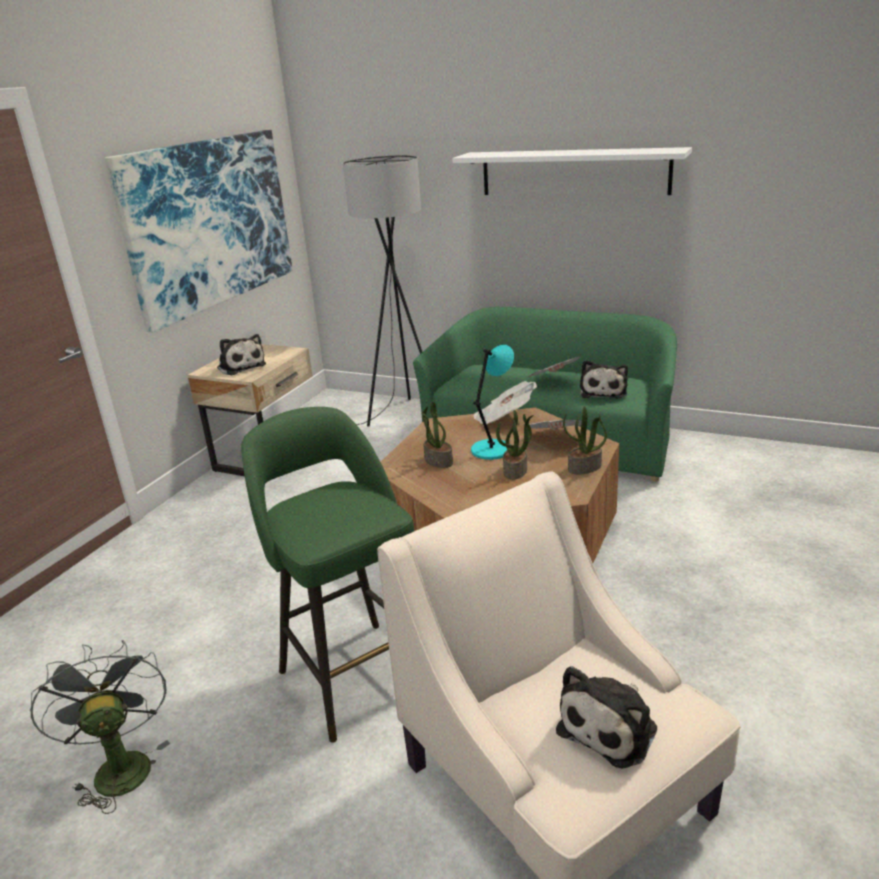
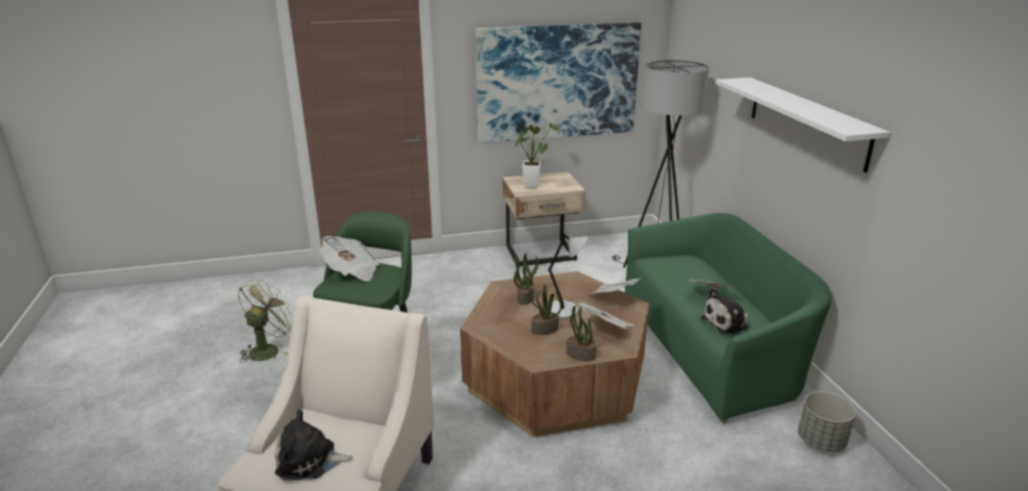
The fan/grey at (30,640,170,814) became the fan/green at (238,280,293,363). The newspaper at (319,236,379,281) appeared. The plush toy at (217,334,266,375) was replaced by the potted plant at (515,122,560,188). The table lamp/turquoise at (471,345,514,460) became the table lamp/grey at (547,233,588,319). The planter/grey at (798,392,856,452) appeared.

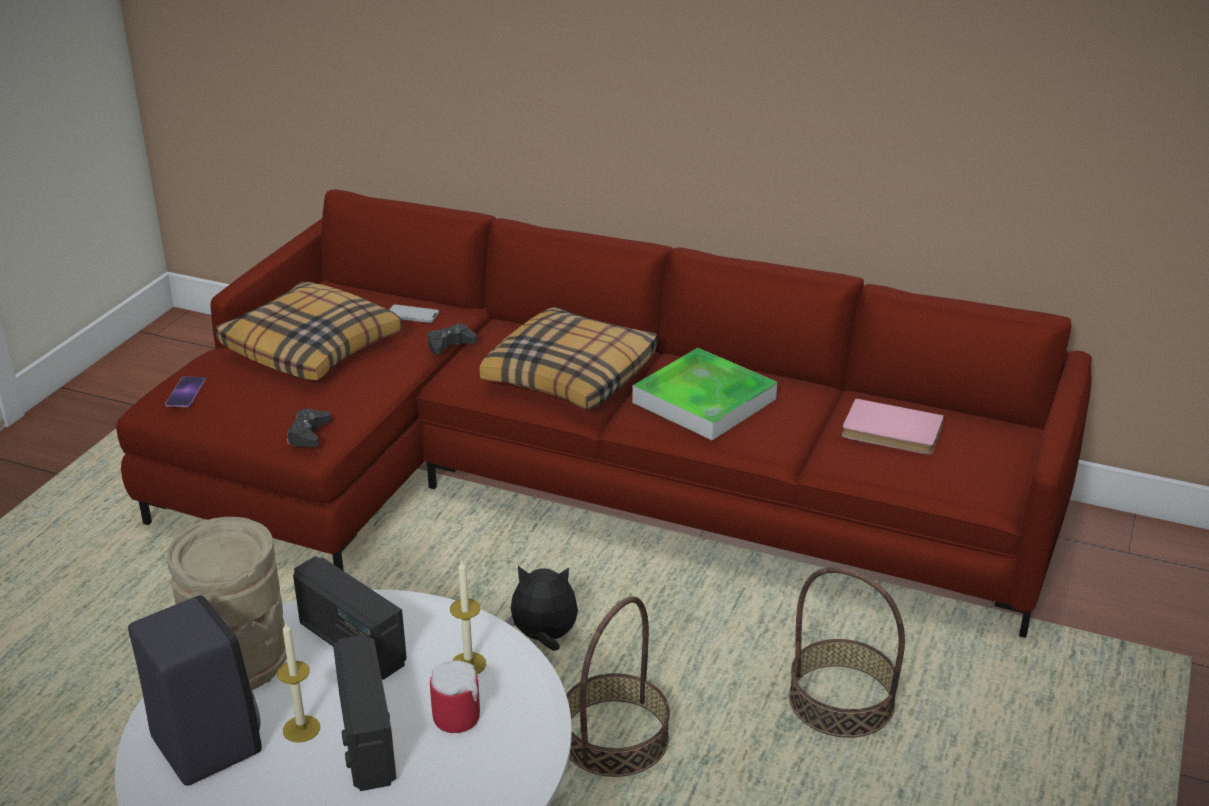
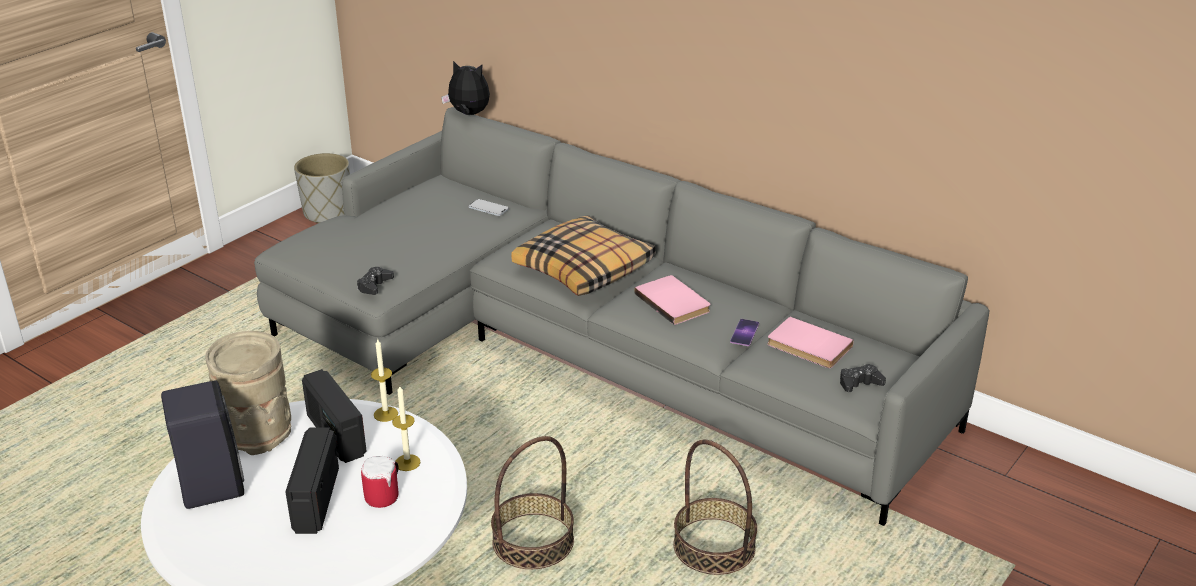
The sofa/red at (116,190,1092,638) became the sofa/grey at (254,107,989,526). The planter/grey at (294,153,350,223) appeared. The candle moved from (277,621,320,743) to (371,339,398,422). The plush toy moved from (505,566,578,651) to (441,61,490,115). The tray at (632,348,777,440) was replaced by the book/pink at (634,275,710,325). The phone moved from (165,376,206,407) to (730,319,759,346). The game controller/black moved from (428,323,477,354) to (840,364,886,392). The pillow at (216,282,402,380) disappeared.

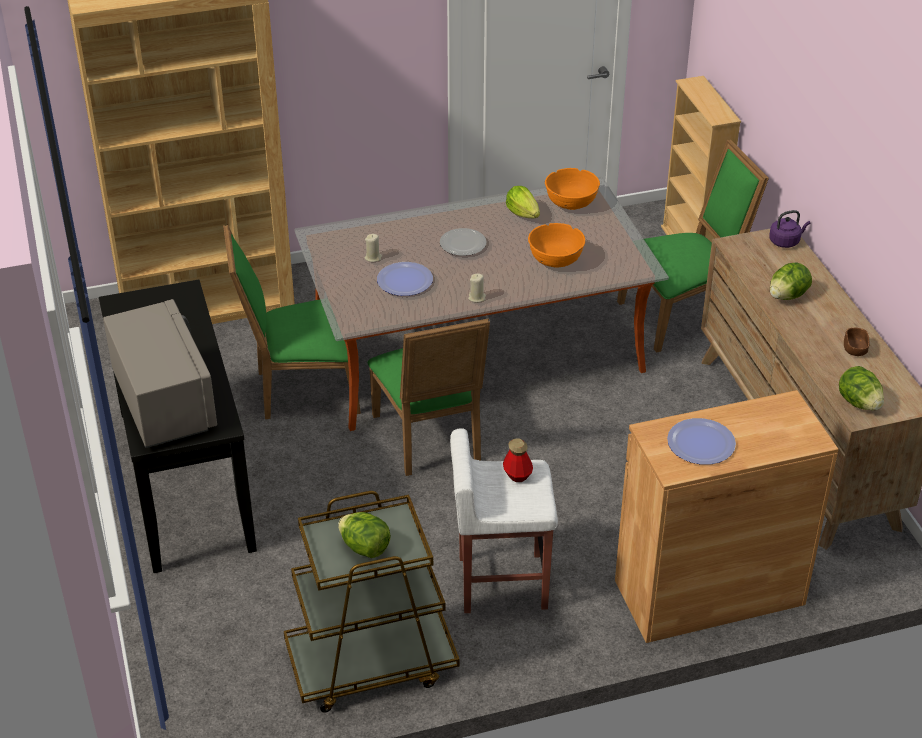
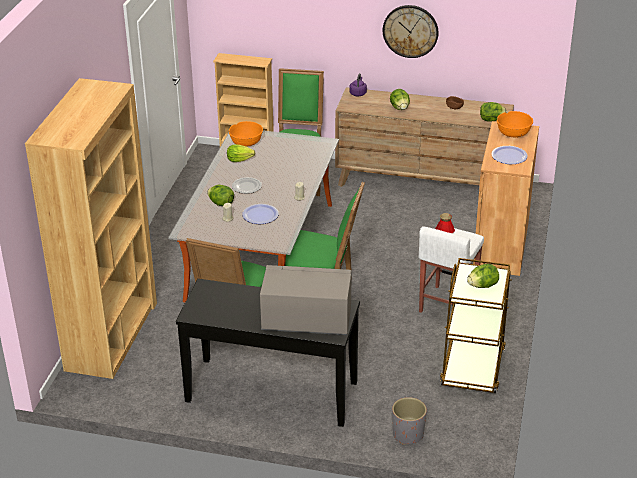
The lettuce at (207,185,234,206) appeared. The wall clock at (382,5,439,58) appeared. The planter/grey at (392,397,427,445) appeared. The bowl/orange moved from (528,223,585,267) to (497,111,533,138).

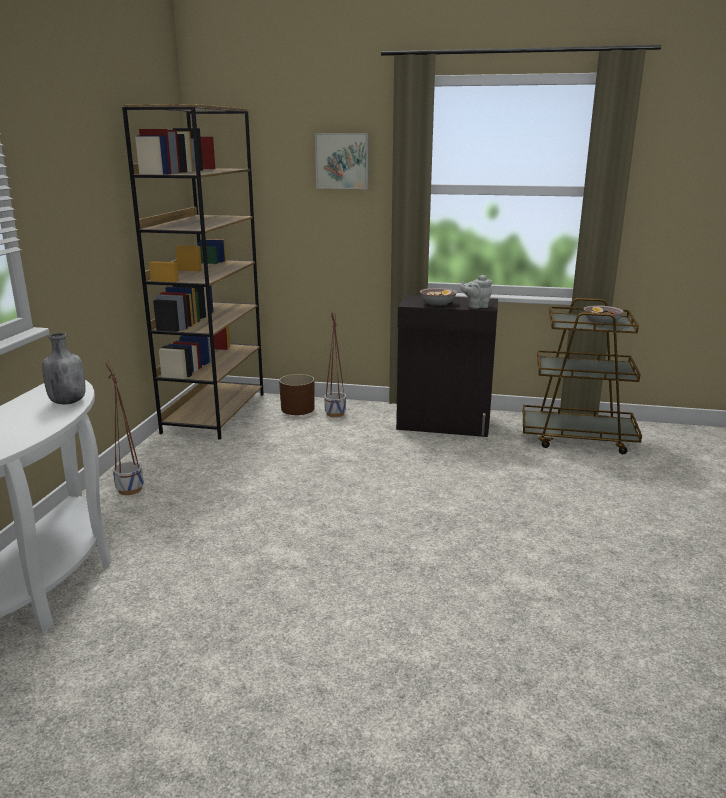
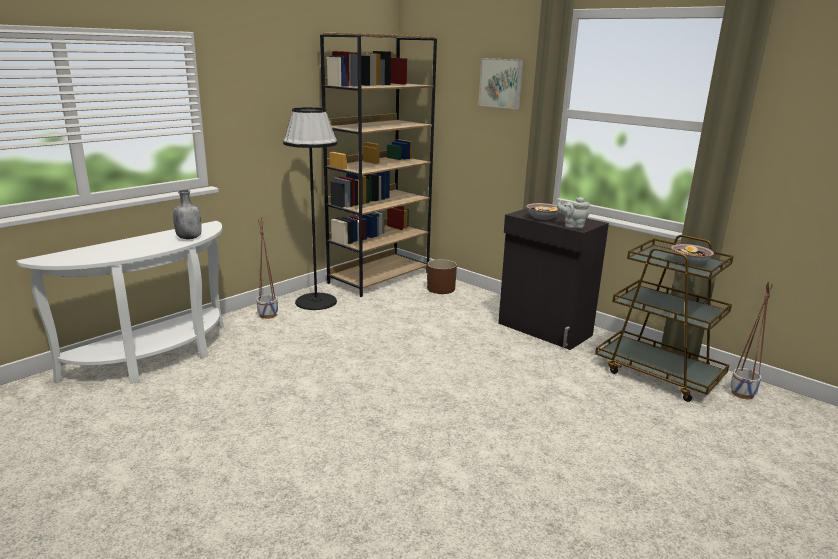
The floor lamp/black at (283,107,337,310) appeared. The planter moved from (324,313,346,417) to (730,282,773,399).

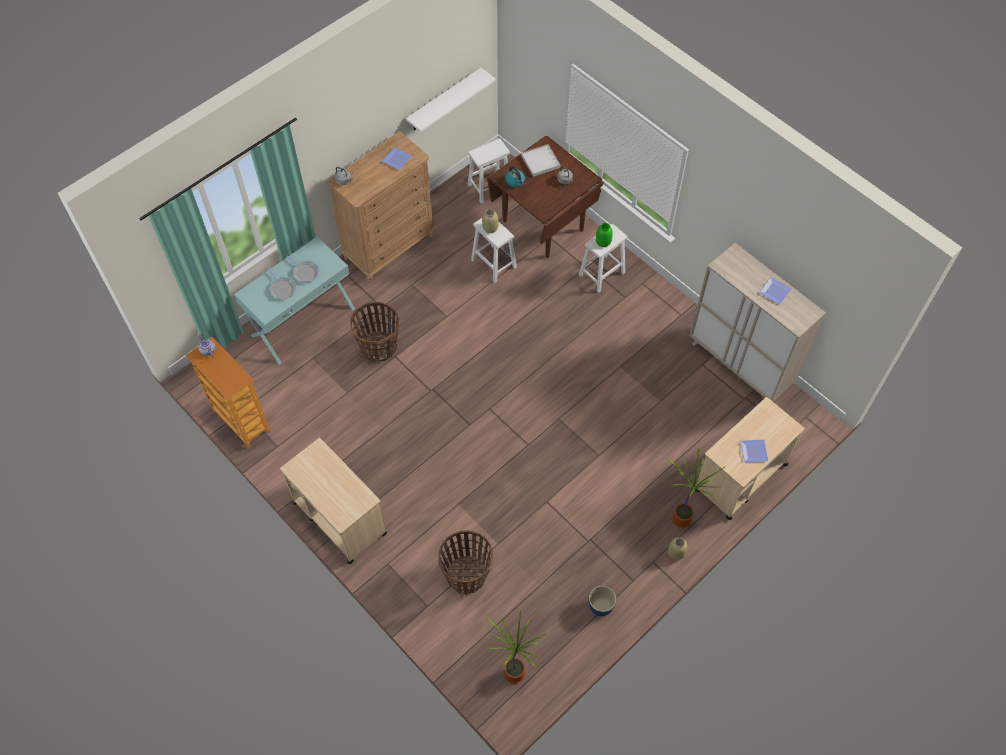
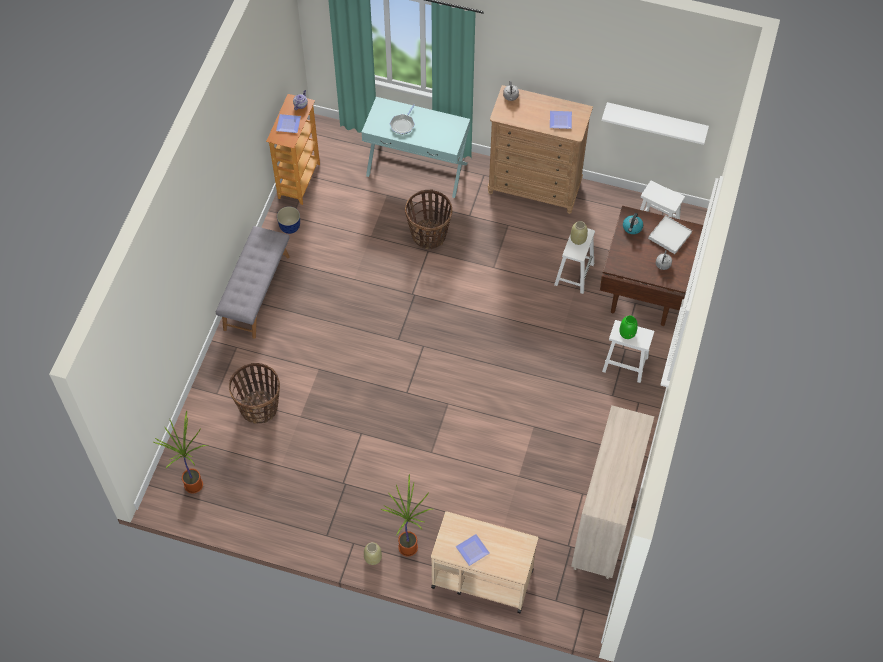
The cart/beige at (280,438,387,564) was replaced by the bench/grey at (216,226,290,339). The plate moved from (759,277,792,304) to (276,114,301,133). The planter moved from (589,586,616,616) to (277,206,300,234). The frying pan at (287,255,319,282) disappeared.

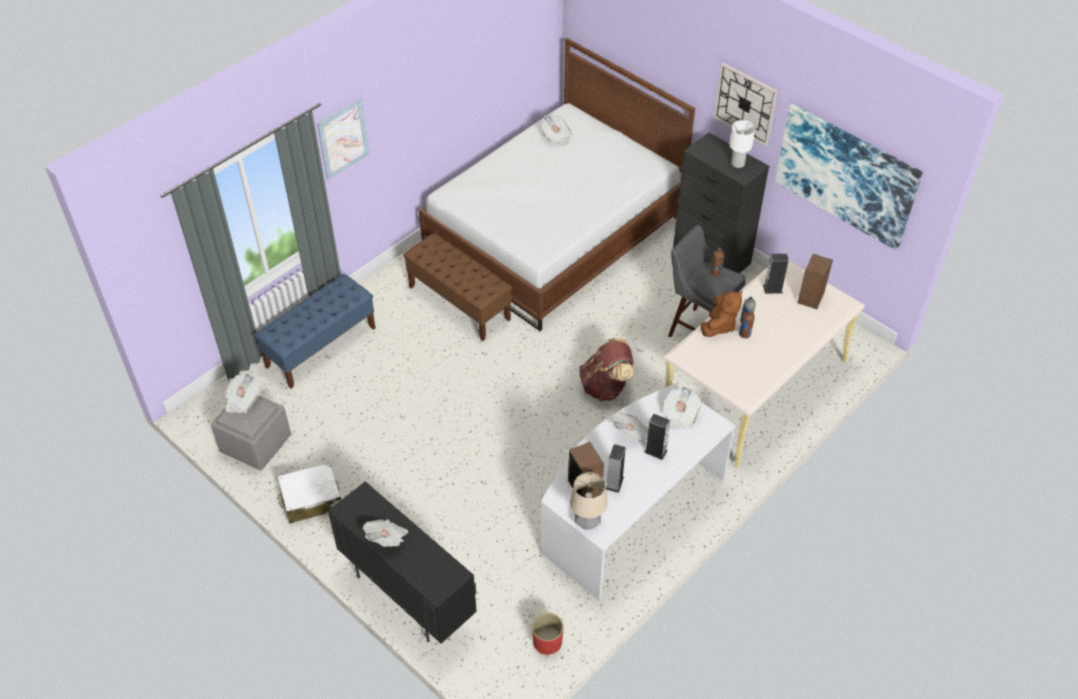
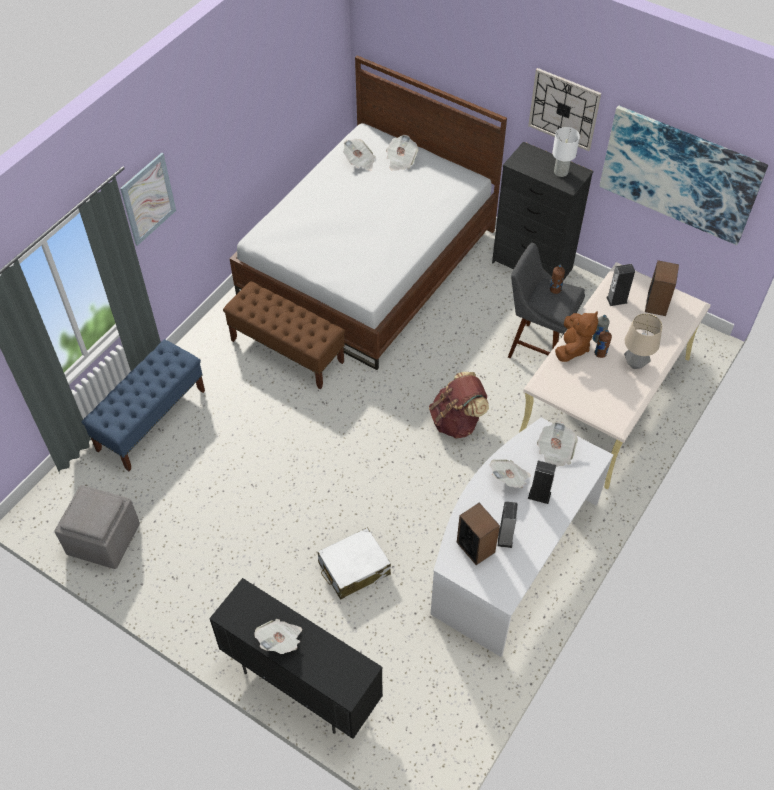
The suitcase/white moved from (277,462,341,524) to (318,528,391,599). The newspaper moved from (225,373,260,413) to (386,135,418,171). The table lamp moved from (570,472,607,530) to (624,313,662,369). The planter/red at (532,612,564,655) disappeared.

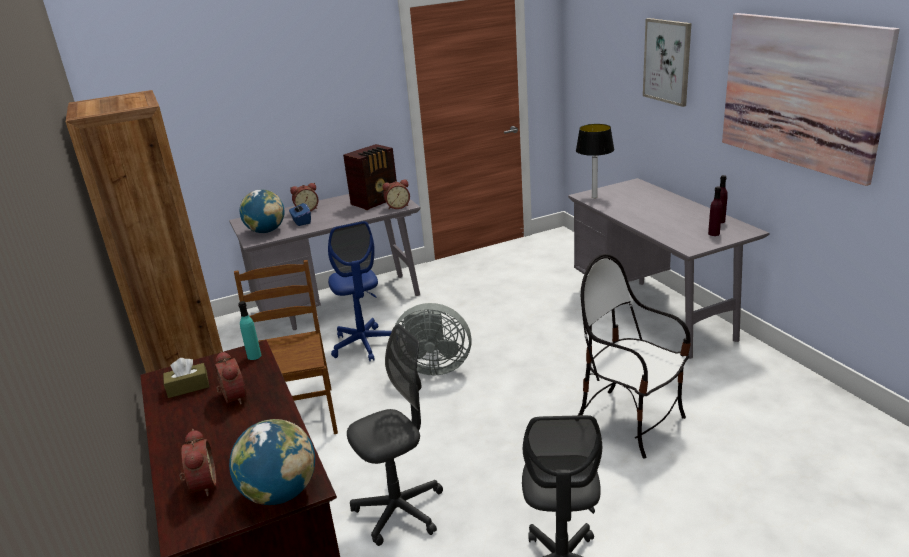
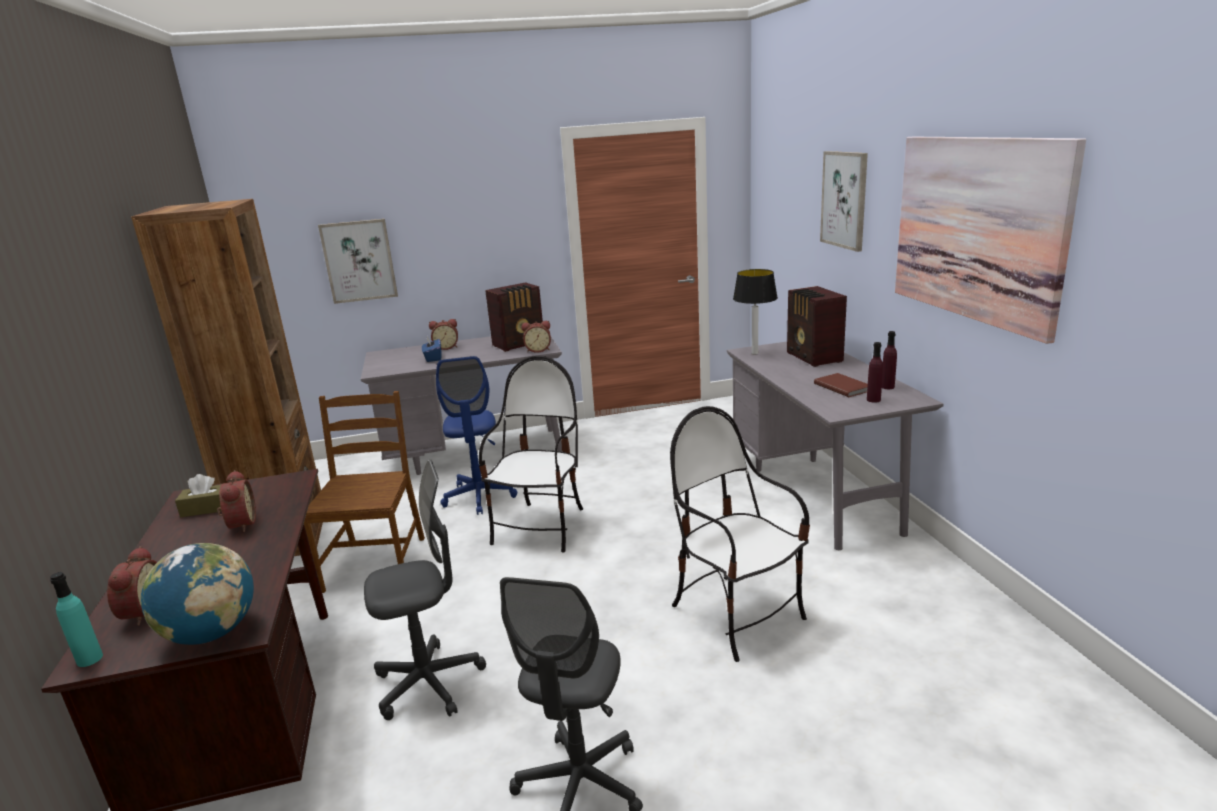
The bottle/turquoise moved from (238,301,261,360) to (50,572,103,667). The picture at (318,219,398,304) appeared. The fan/grey at (395,303,471,376) was replaced by the chair at (479,356,583,553). The radio at (787,286,847,367) appeared. The book/brown at (814,373,868,397) appeared. The globe at (240,189,285,233) disappeared.

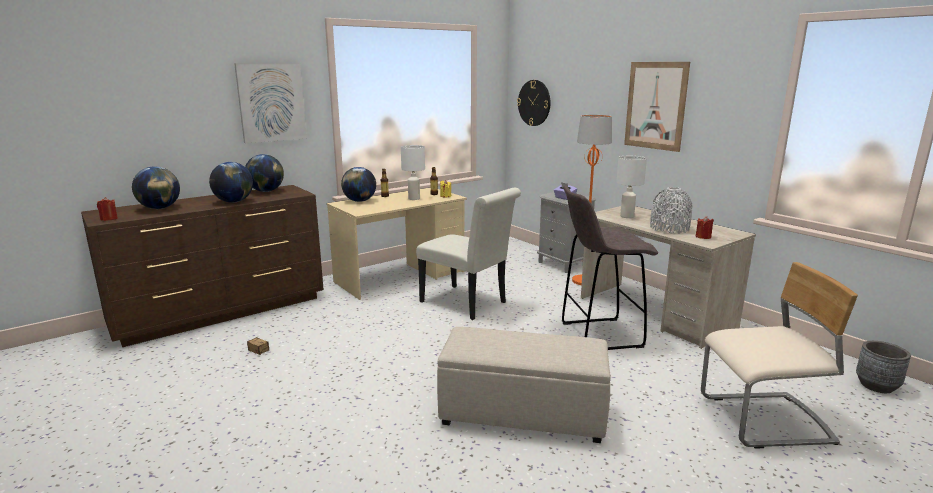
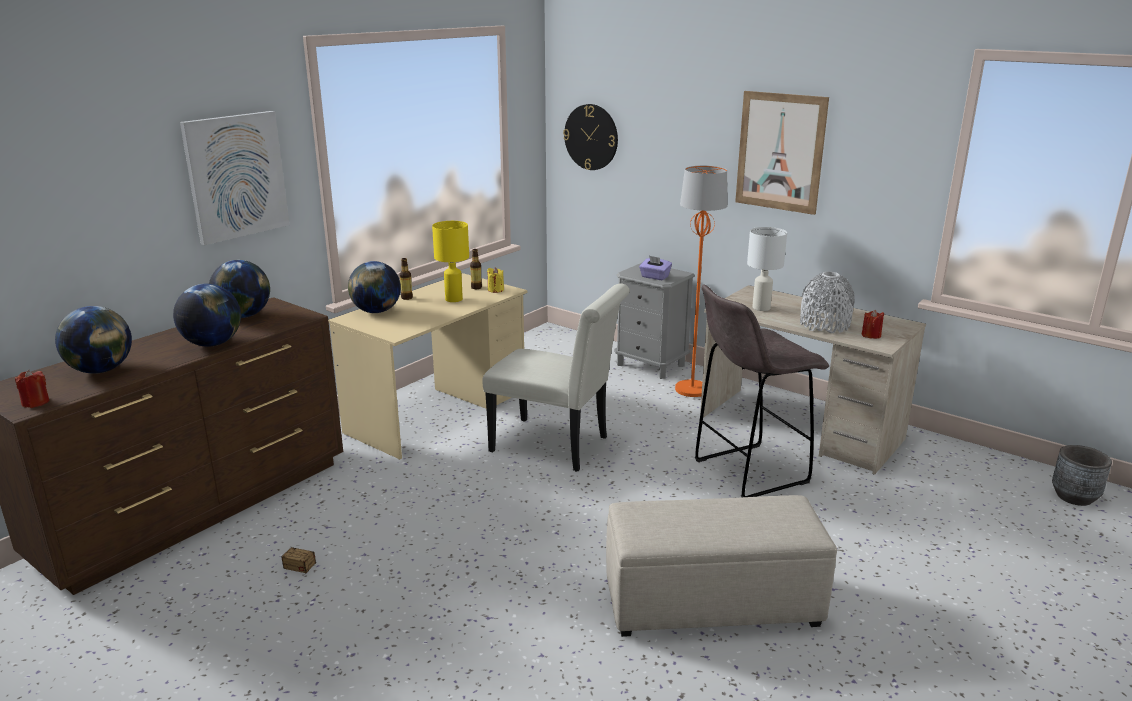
The table lamp/white at (401,145,425,200) became the table lamp/yellow at (432,221,469,302). The chair/beige at (701,262,858,449) disappeared.

